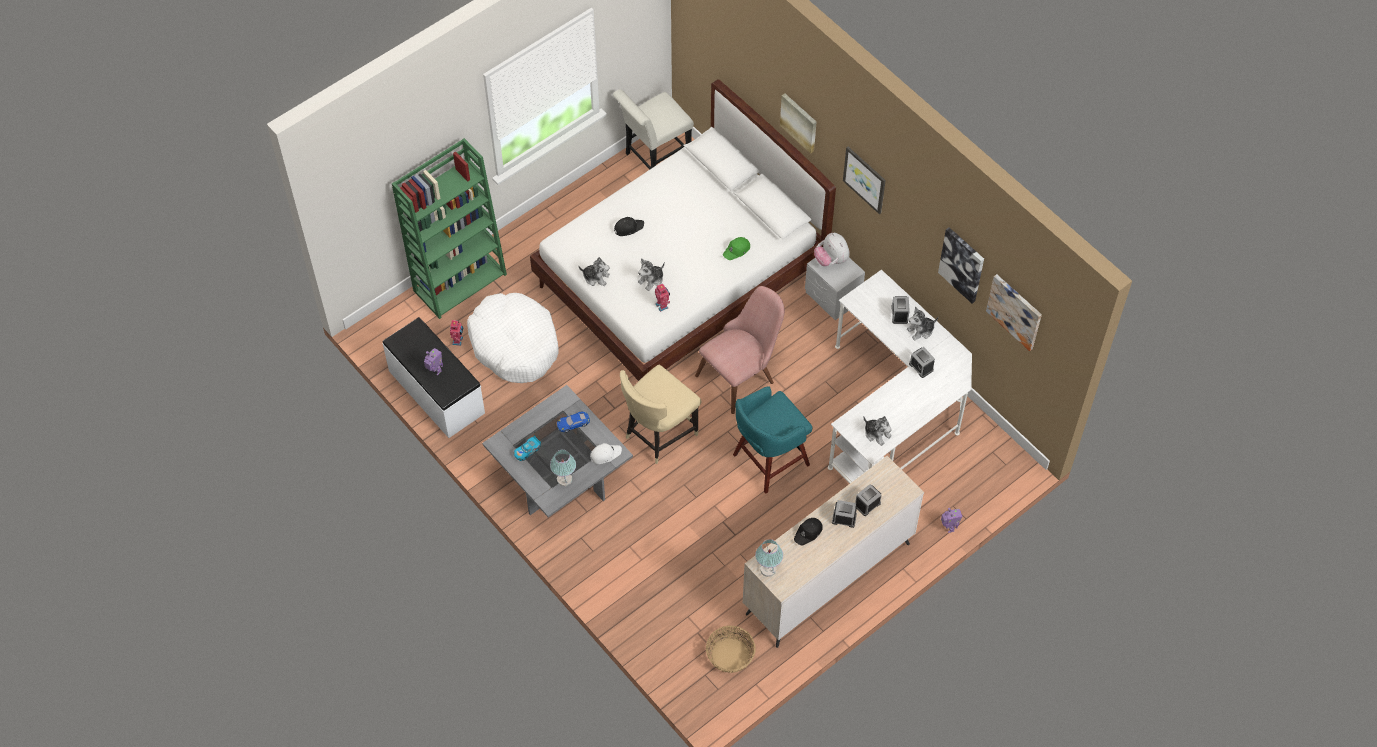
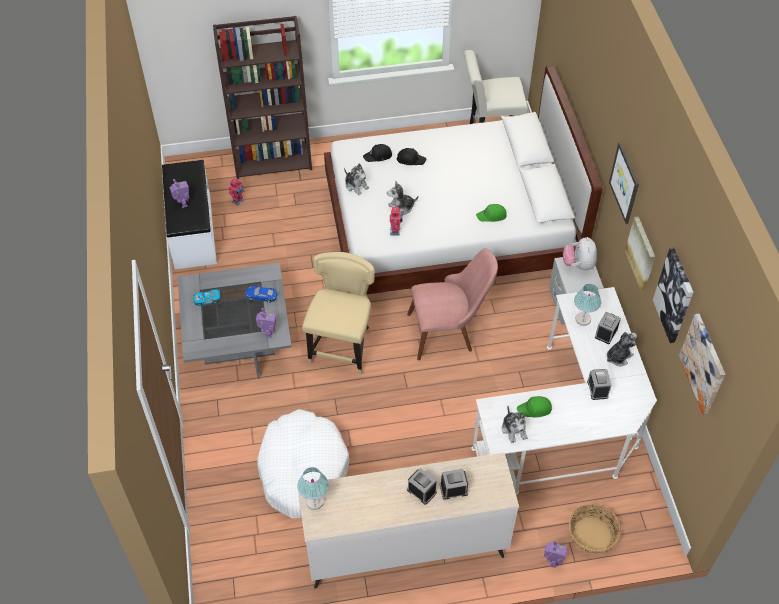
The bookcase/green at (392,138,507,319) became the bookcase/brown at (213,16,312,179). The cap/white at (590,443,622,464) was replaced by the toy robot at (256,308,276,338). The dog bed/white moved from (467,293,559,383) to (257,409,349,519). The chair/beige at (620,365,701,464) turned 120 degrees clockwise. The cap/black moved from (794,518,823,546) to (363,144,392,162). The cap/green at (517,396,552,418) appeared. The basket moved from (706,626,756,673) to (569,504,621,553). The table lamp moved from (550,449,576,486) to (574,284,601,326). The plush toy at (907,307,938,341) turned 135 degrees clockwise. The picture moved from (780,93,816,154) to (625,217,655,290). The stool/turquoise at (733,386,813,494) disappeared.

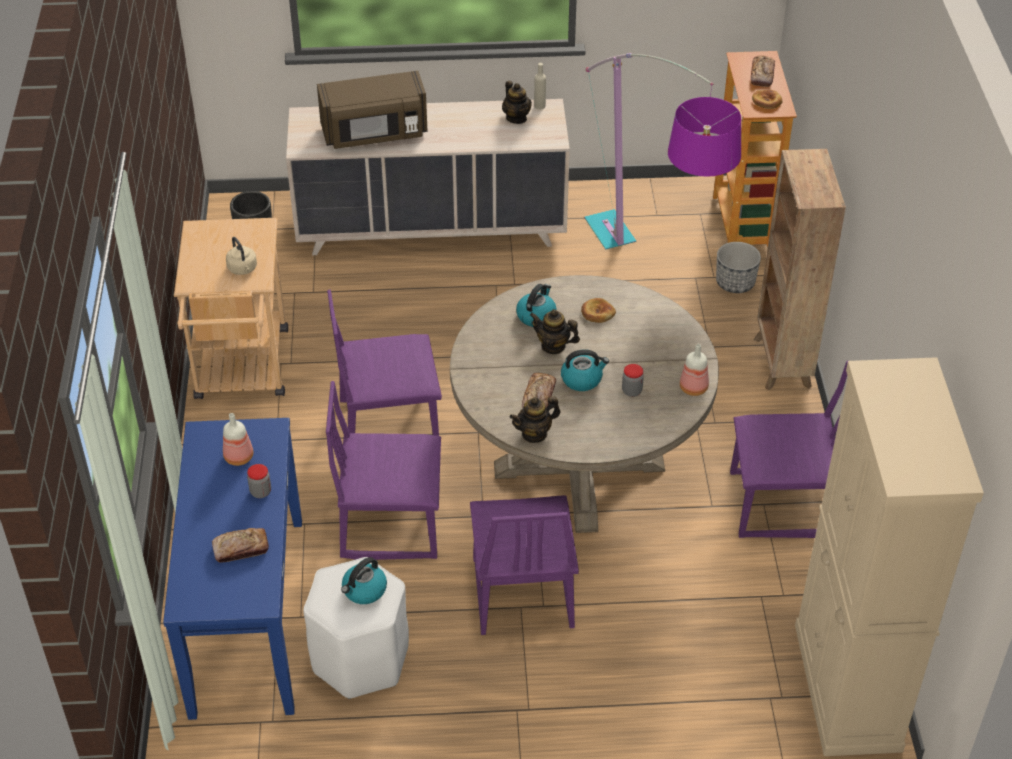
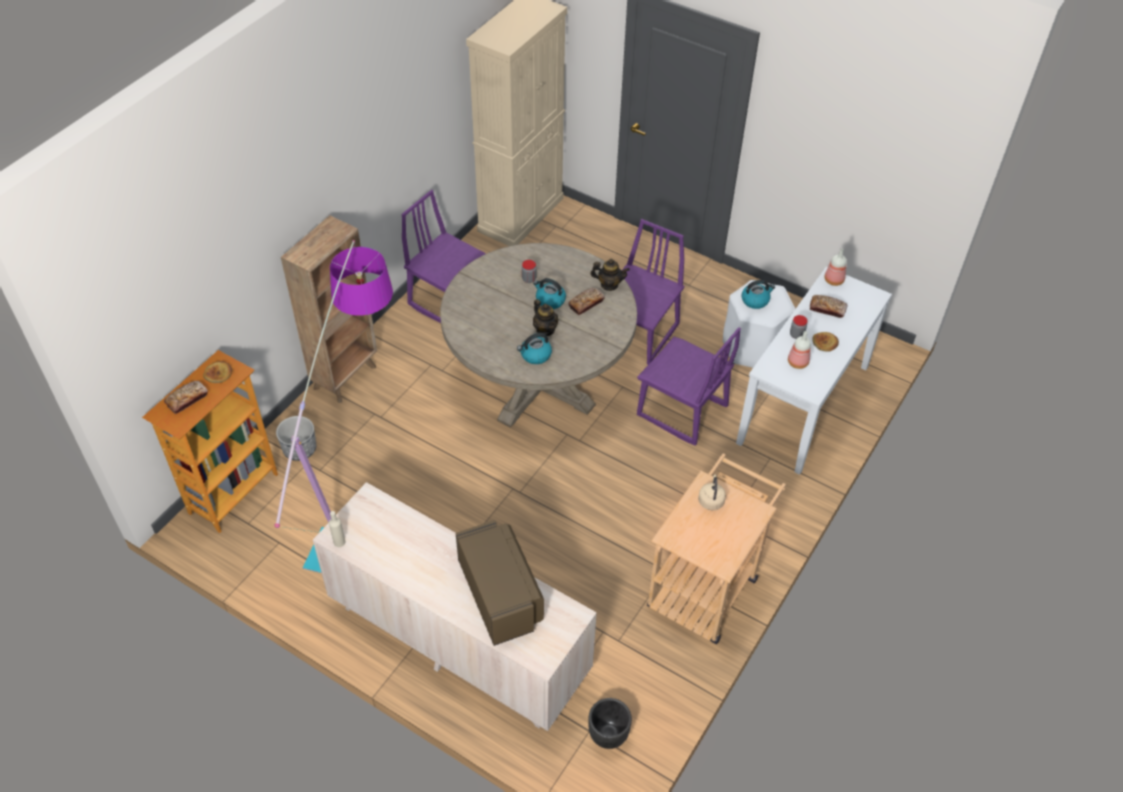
The microwave/brown at (317,71,428,149) turned 45 degrees clockwise. The console table/blue at (163,418,302,720) became the console table/white at (736,267,892,475). The bread moved from (581,298,616,323) to (812,332,839,352). The bottle moved from (680,344,709,396) to (824,249,847,286). The chair/purple at (327,290,442,436) disappeared. The teapot at (502,81,532,124) disappeared.

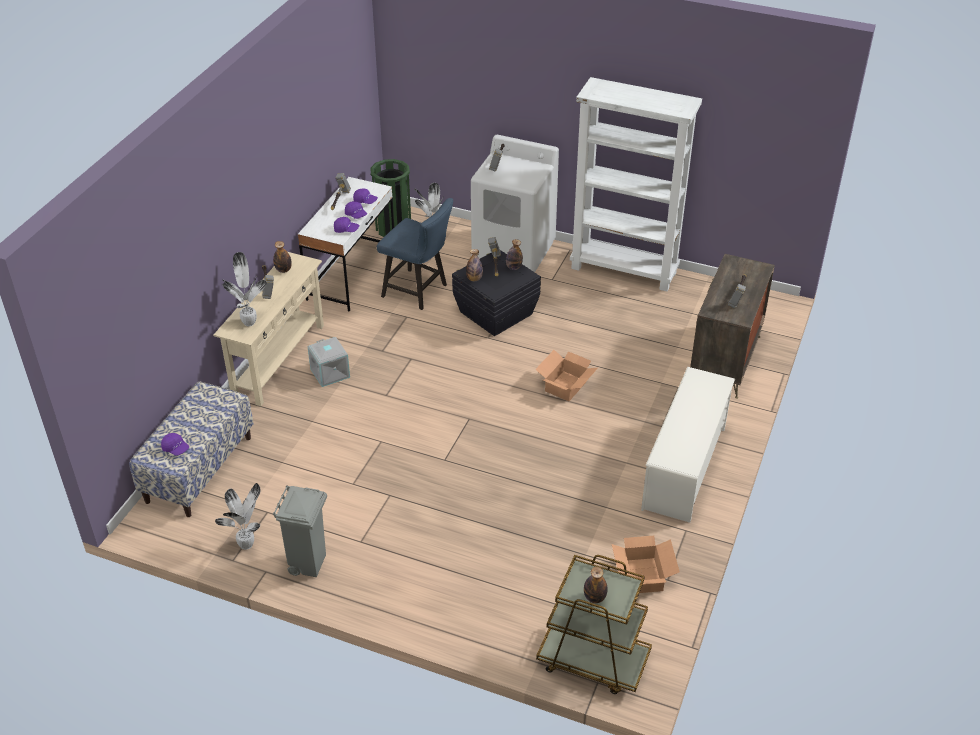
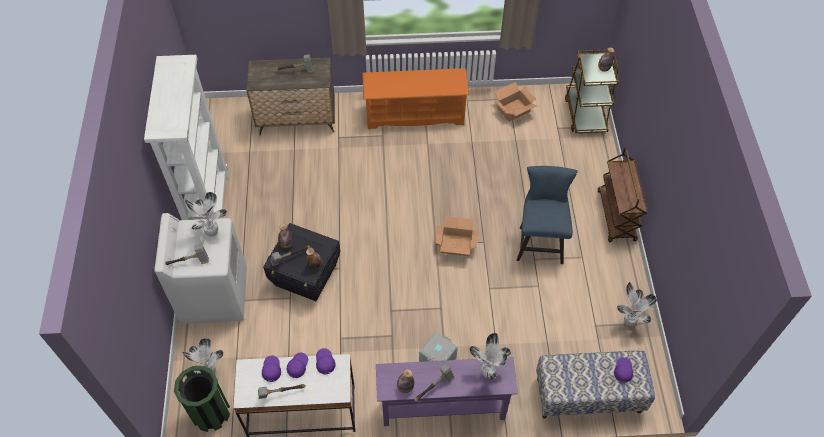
The potted plant at (185,192,227,237) appeared. The shoe rack/white at (641,367,735,523) became the shoe rack/orange at (363,68,469,129). The console table/beige at (213,252,324,406) became the console table/purple at (376,357,518,426). The cardboard box moved from (535,350,598,401) to (435,216,479,256). The chair/blue moved from (377,198,453,310) to (517,166,578,264). The cart/brown at (598,148,647,242) appeared. The trash can/grey at (273,485,327,577) disappeared.

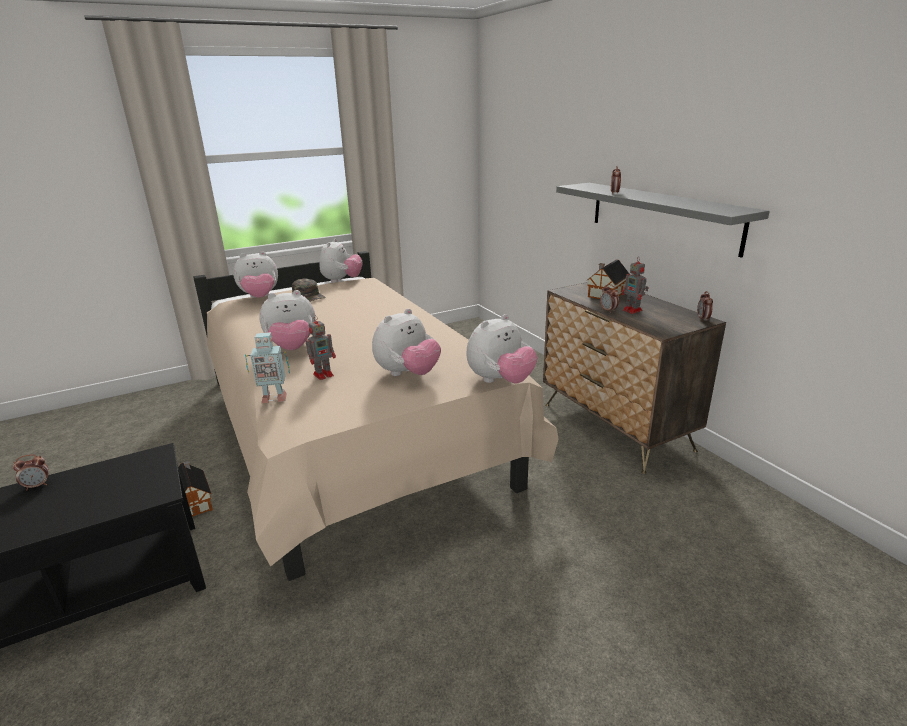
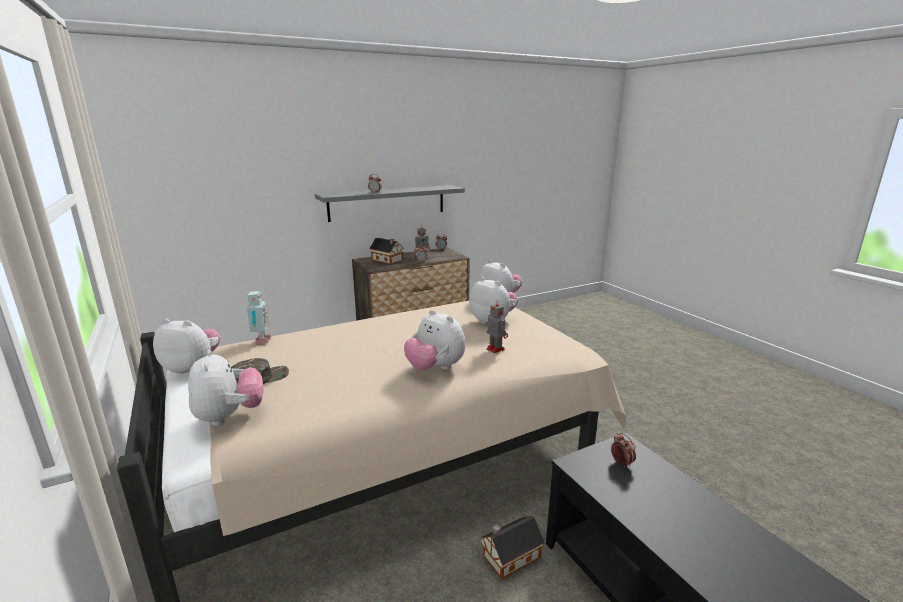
The toy robot moved from (245,332,290,403) to (247,291,271,344). The plush toy at (259,290,316,350) turned 150 degrees clockwise. The alarm clock moved from (13,454,49,490) to (611,433,636,468).

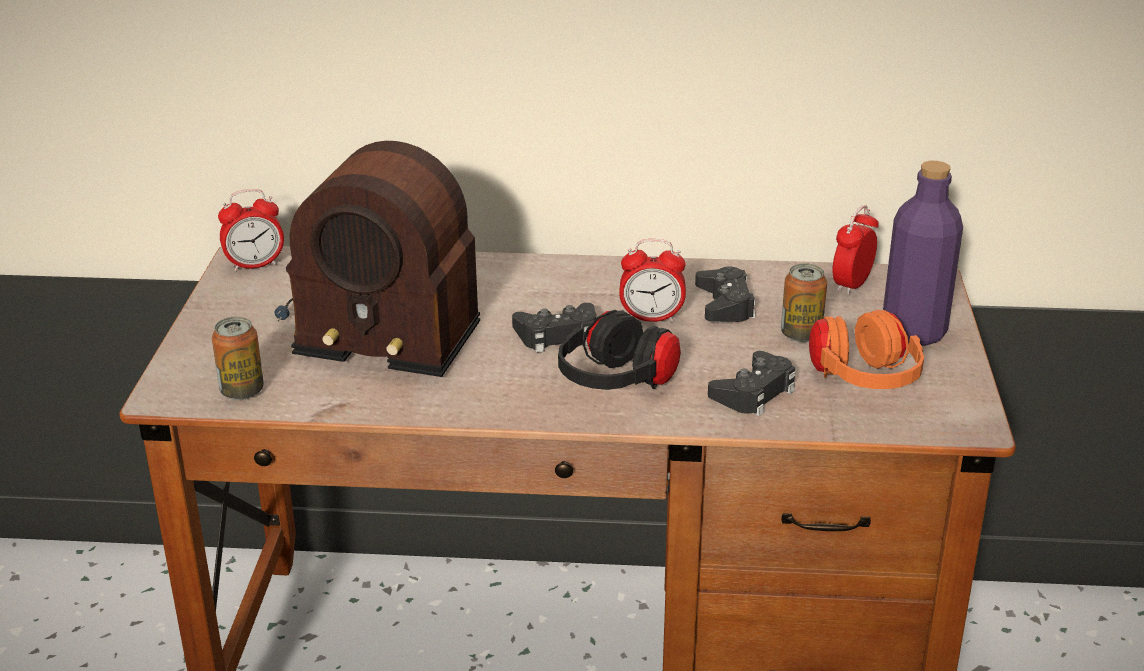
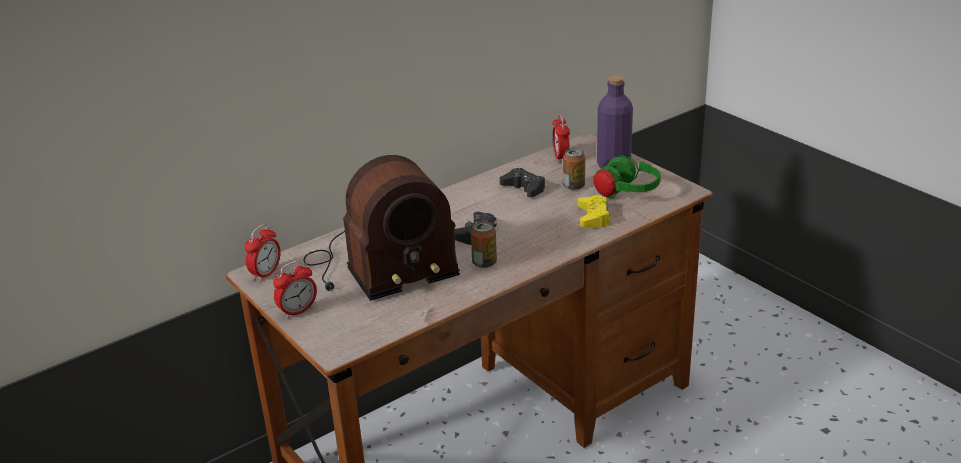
The alarm clock moved from (619,239,686,322) to (273,261,317,319). The can moved from (212,317,264,400) to (471,221,497,268). The game controller/black at (708,351,795,416) became the game controller/yellow at (578,195,610,228). The headphones/orange at (809,310,924,389) became the headphones/green at (593,156,661,198). The headphones/black at (558,310,681,390) disappeared.

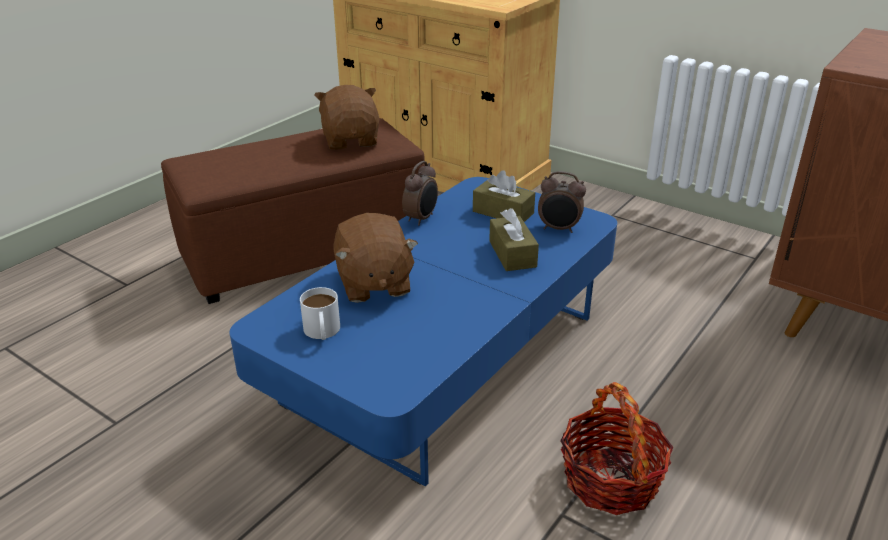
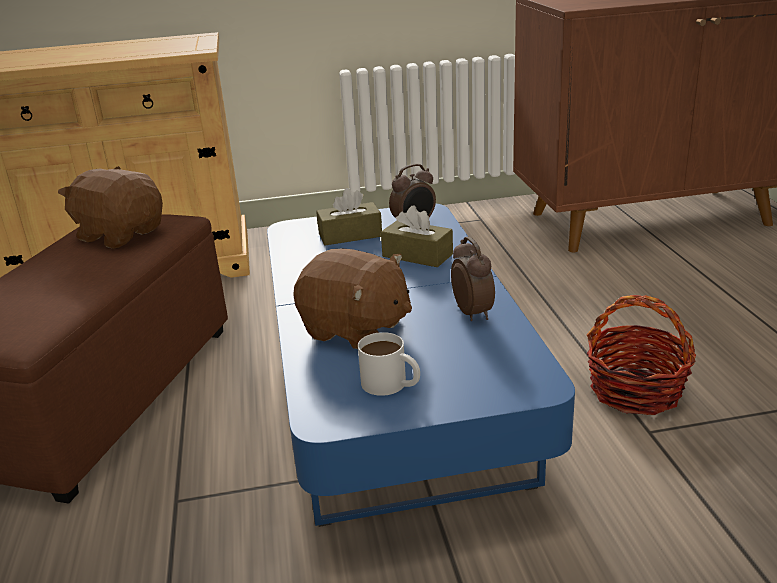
The alarm clock moved from (402,161,438,226) to (451,237,495,321).

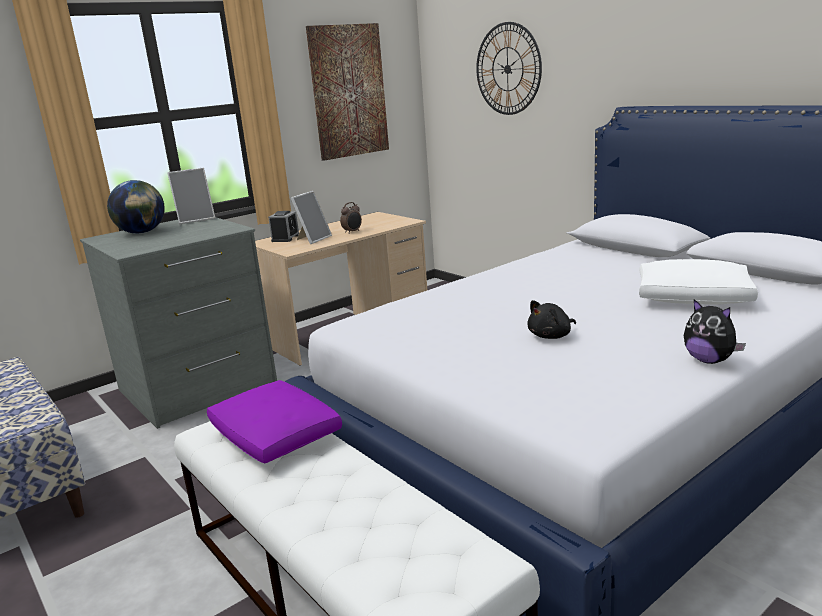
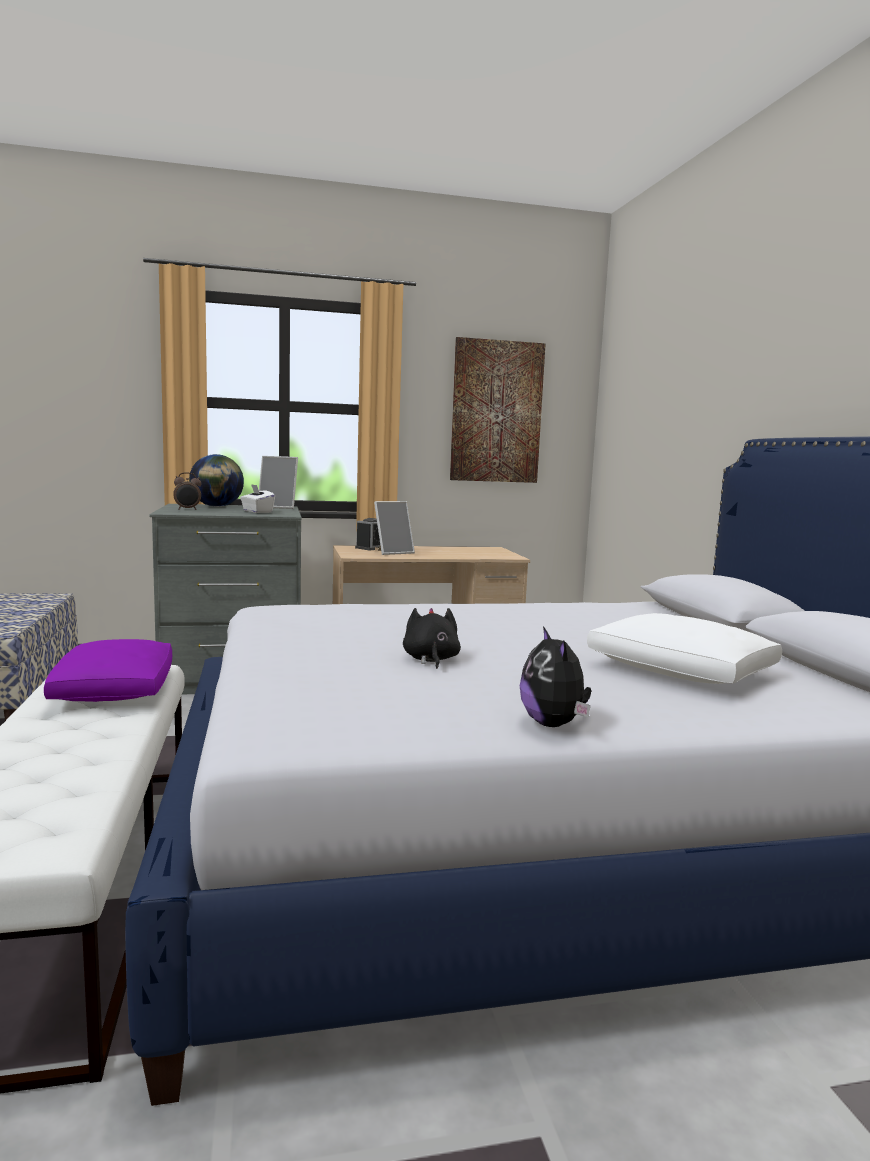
The alarm clock moved from (340,202,362,233) to (173,473,202,510). The tissue box/white at (240,484,275,513) appeared. The plush toy/black at (528,300,576,339) turned 90 degrees clockwise. The wall clock at (476,22,542,115) disappeared.

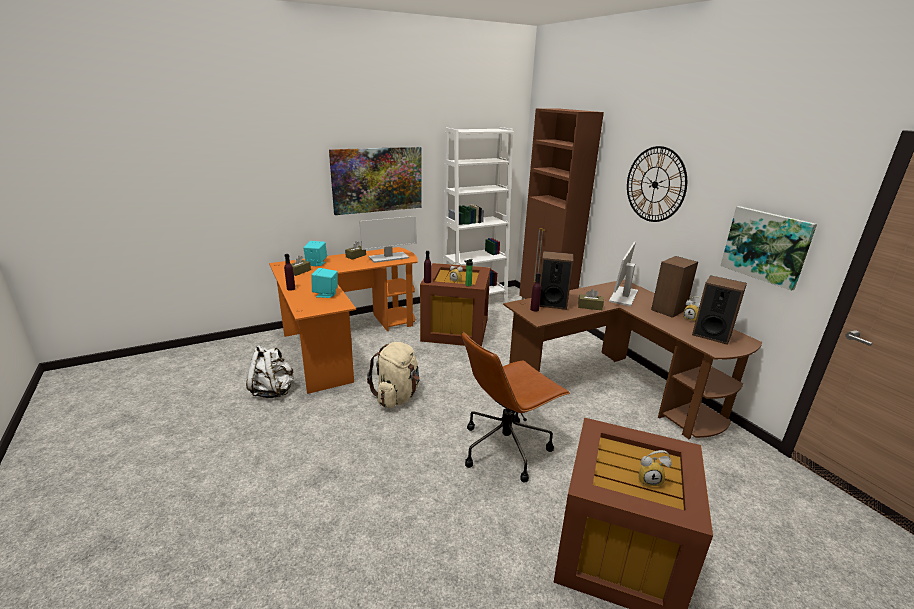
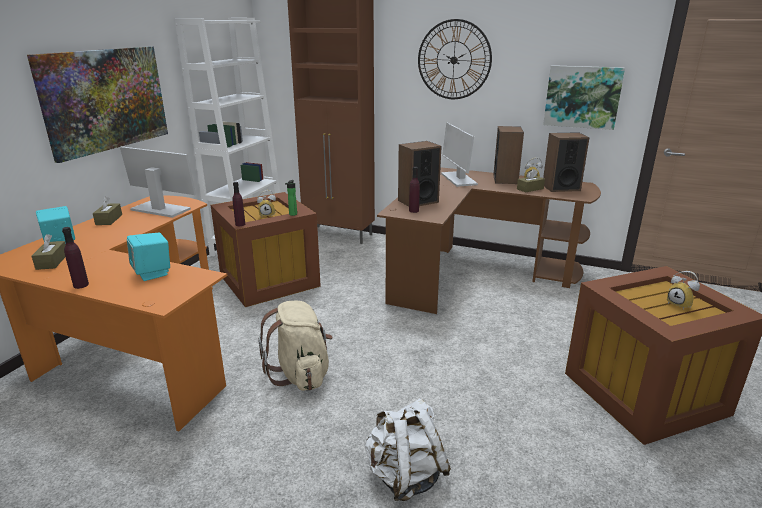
The monitor at (359,216,417,263) turned 90 degrees counterclockwise. The backpack/white moved from (246,345,294,398) to (365,399,451,501). The tissue box/brown moved from (578,289,604,310) to (517,169,545,193). The alarm clock at (639,450,671,486) turned 90 degrees clockwise. The office chair/brown at (462,332,570,483) disappeared.

